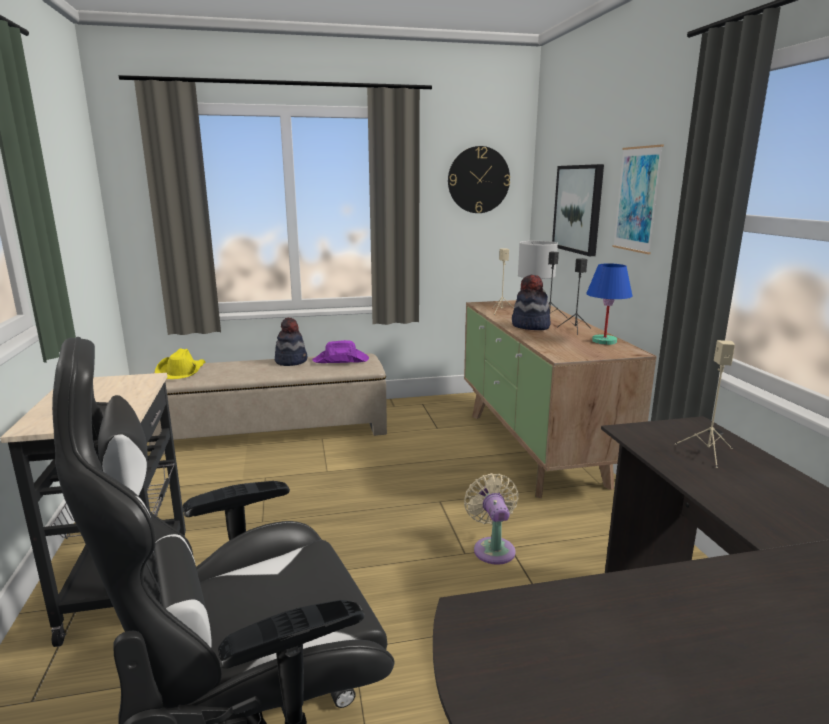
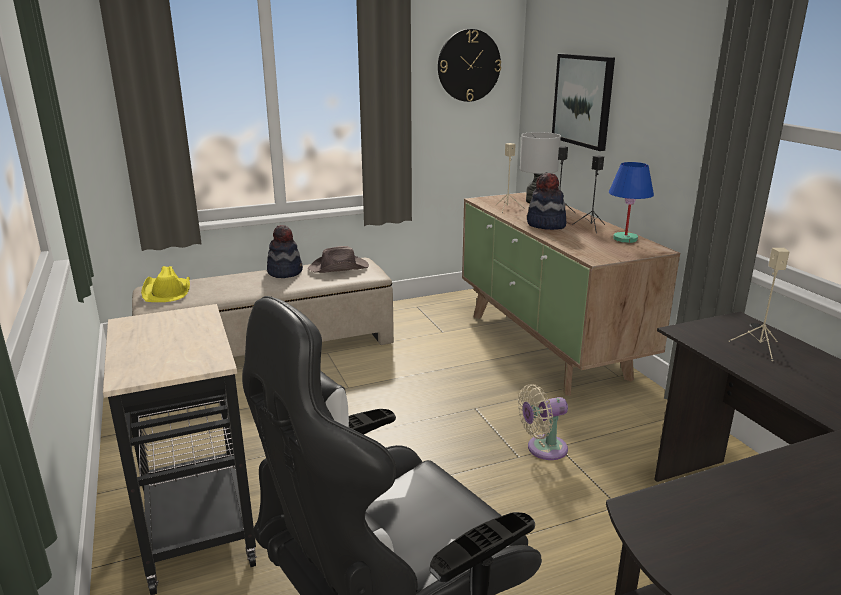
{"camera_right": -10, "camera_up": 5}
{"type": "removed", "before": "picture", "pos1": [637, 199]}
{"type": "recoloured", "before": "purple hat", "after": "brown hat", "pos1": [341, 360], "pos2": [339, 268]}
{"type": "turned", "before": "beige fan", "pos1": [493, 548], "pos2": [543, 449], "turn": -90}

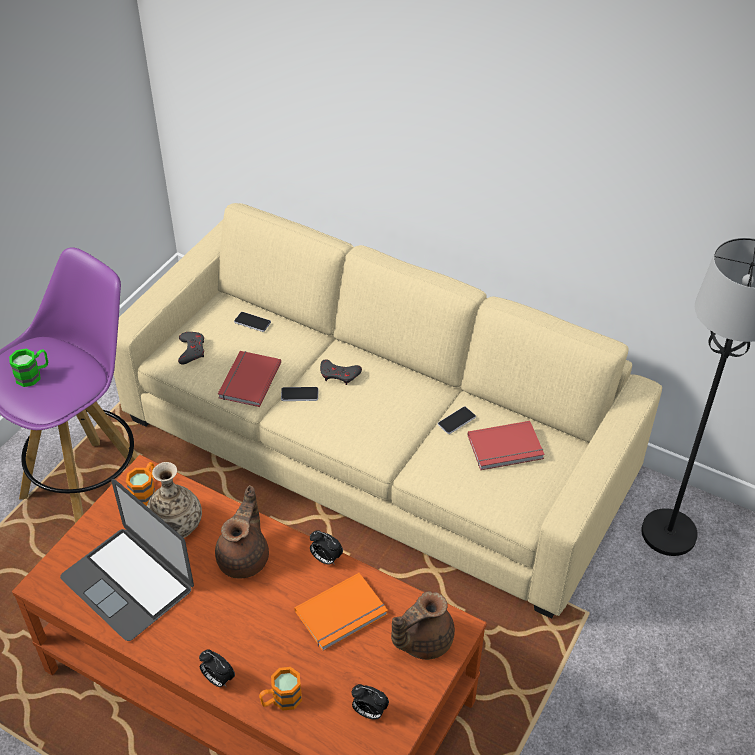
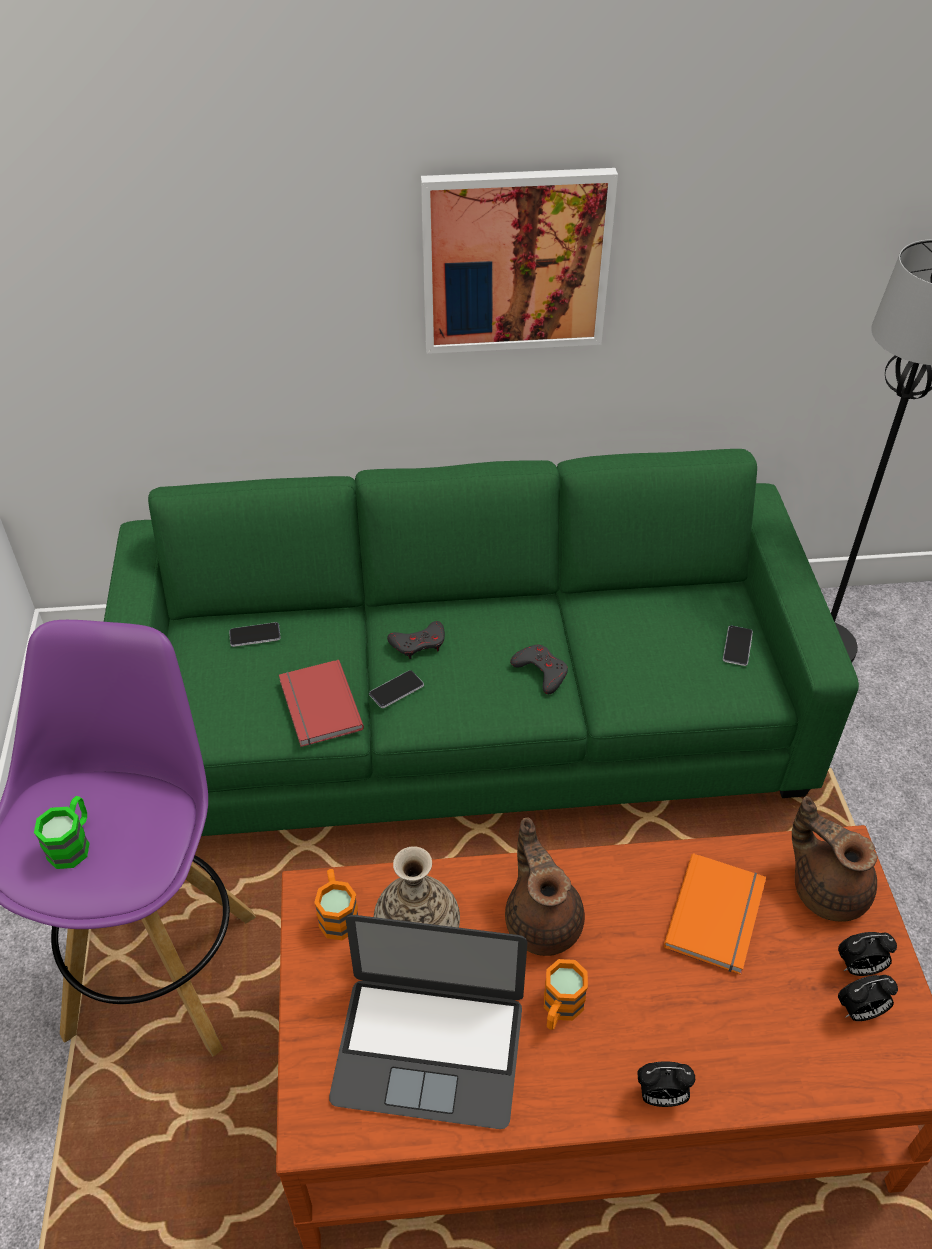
{"camera_right": -35, "camera_up": 0}
{"type": "recoloured", "before": "beige sofa", "after": "green sofa", "pos1": [377, 447], "pos2": [466, 717]}
{"type": "moved", "before": "grey game controller", "pos1": [191, 350], "pos2": [541, 671]}
{"type": "moved", "before": "phone", "pos1": [456, 421], "pos2": [737, 646]}
{"type": "removed", "before": "red book", "pos1": [506, 449]}
{"type": "moved", "before": "alarm clock", "pos1": [325, 559], "pos2": [859, 967]}
{"type": "turned", "before": "brown teapot", "pos1": [422, 640], "pos2": [827, 888], "turn": 120}
{"type": "moved", "before": "orange mug", "pos1": [281, 700], "pos2": [560, 1009]}
{"type": "added", "after": "picture", "pos2": [515, 261]}

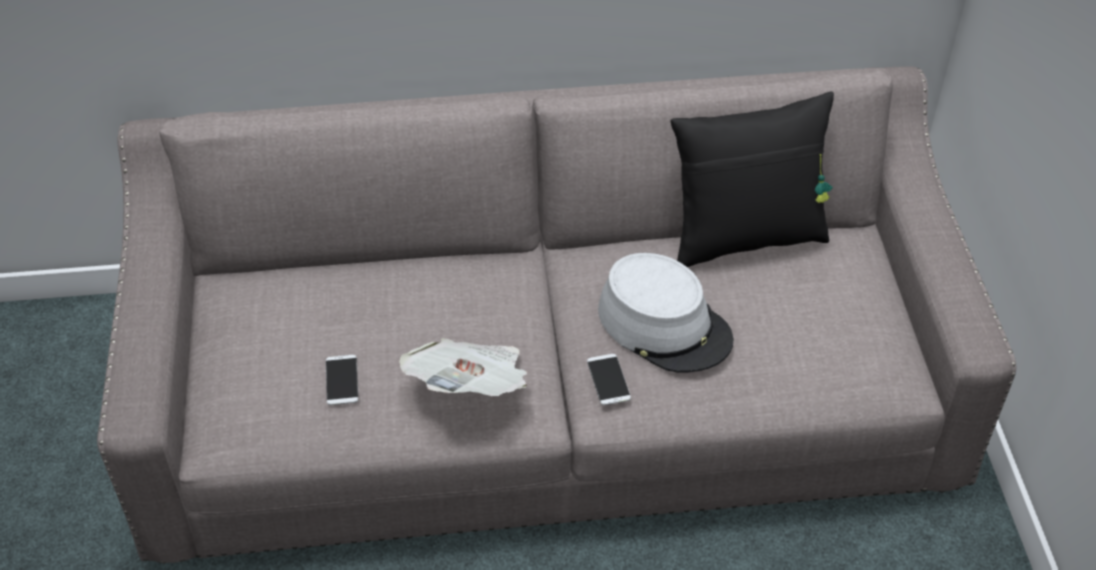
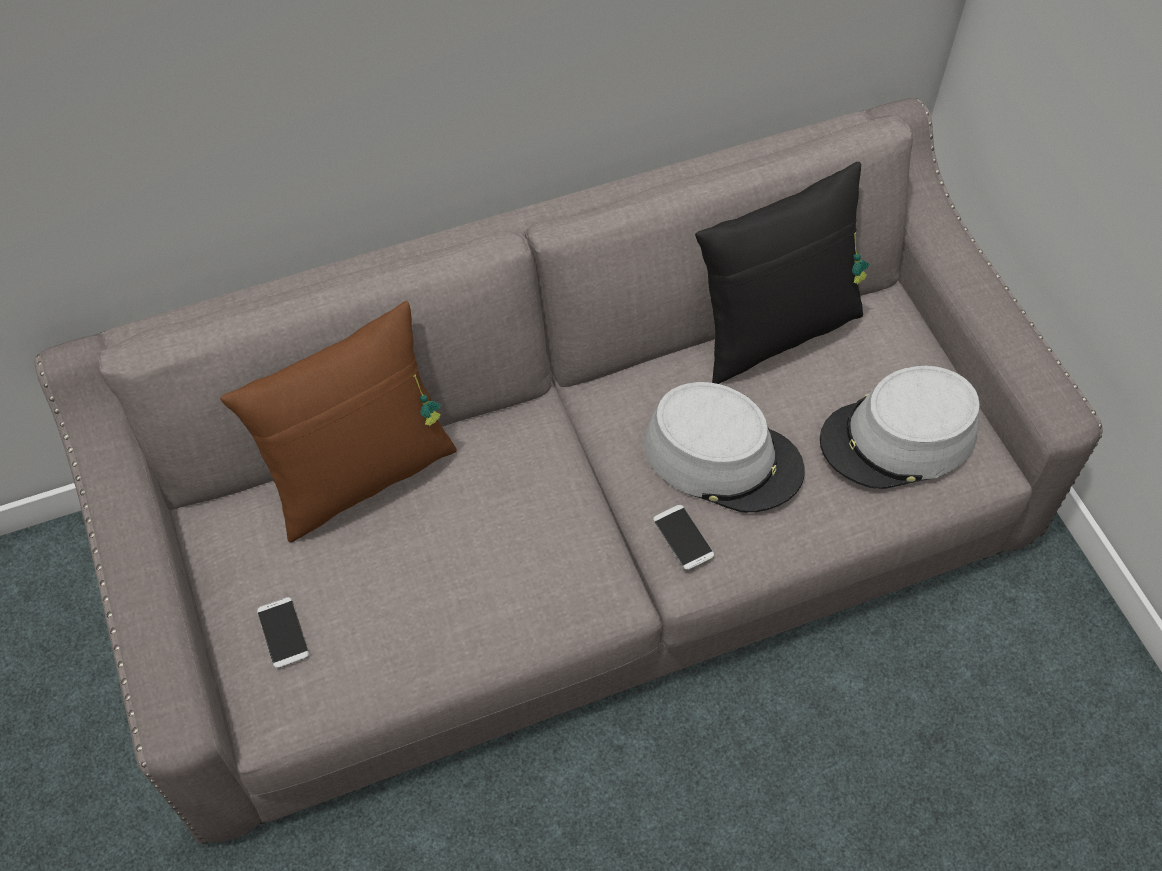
{"camera_right": -15, "camera_up": 10}
{"type": "removed", "before": "newspaper", "pos1": [471, 387]}
{"type": "moved", "before": "phone", "pos1": [342, 380], "pos2": [283, 633]}
{"type": "added", "after": "brown pillow", "pos2": [360, 475]}
{"type": "added", "after": "grey hat", "pos2": [898, 439]}

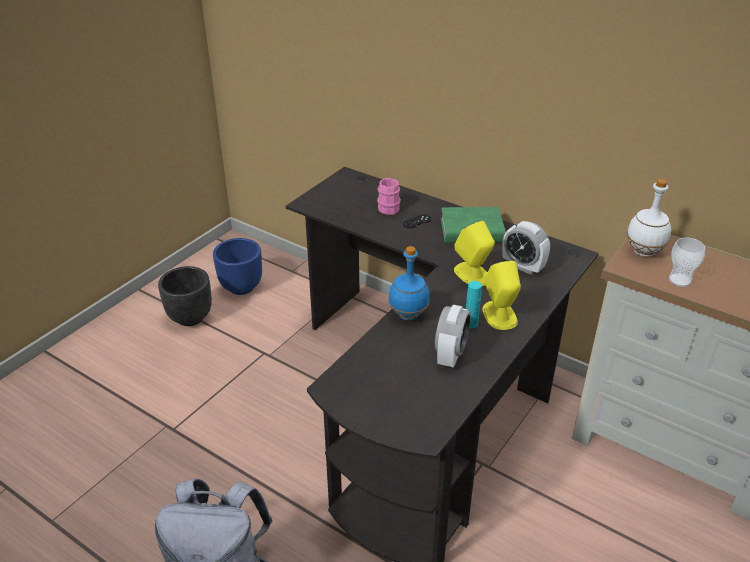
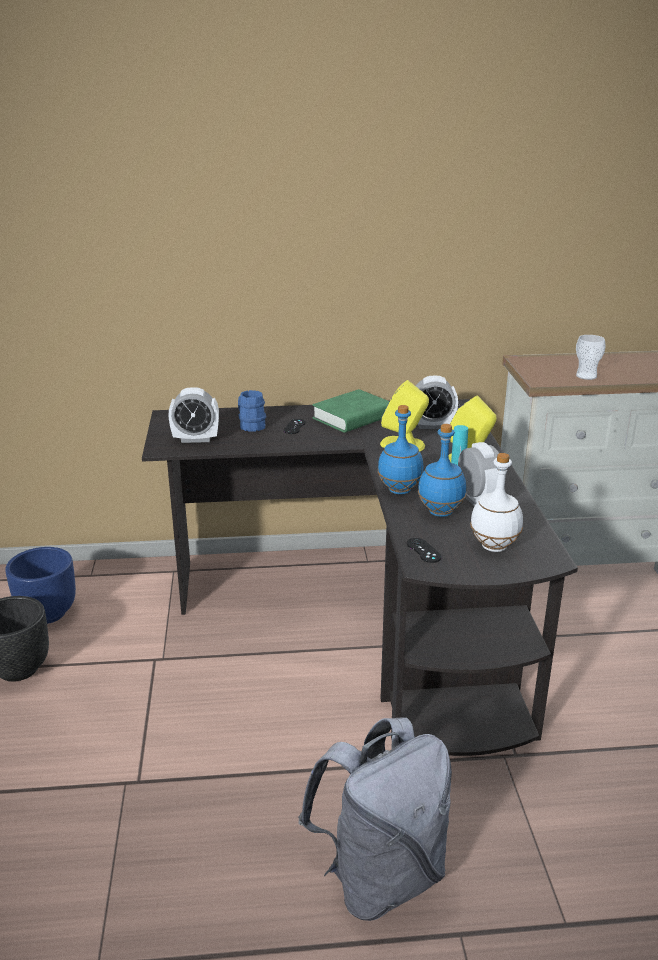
{"camera_right": -40, "camera_up": -10}
{"type": "recoloured", "before": "pink mug", "after": "blue mug", "pos1": [388, 207], "pos2": [250, 425]}
{"type": "moved", "before": "white bottle", "pos1": [644, 251], "pos2": [494, 546]}
{"type": "added", "after": "alarm clock", "pos2": [195, 439]}
{"type": "added", "after": "blue bottle", "pos2": [440, 513]}
{"type": "added", "after": "black game controller", "pos2": [423, 550]}

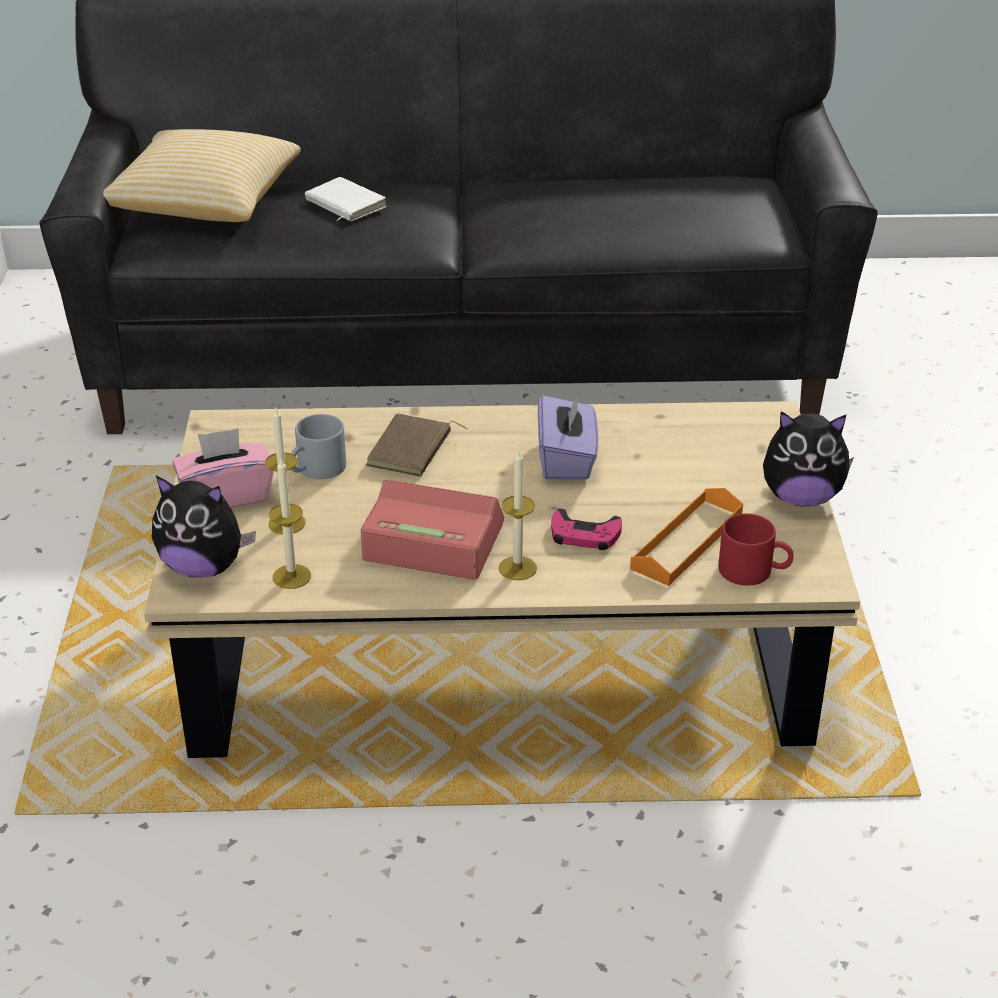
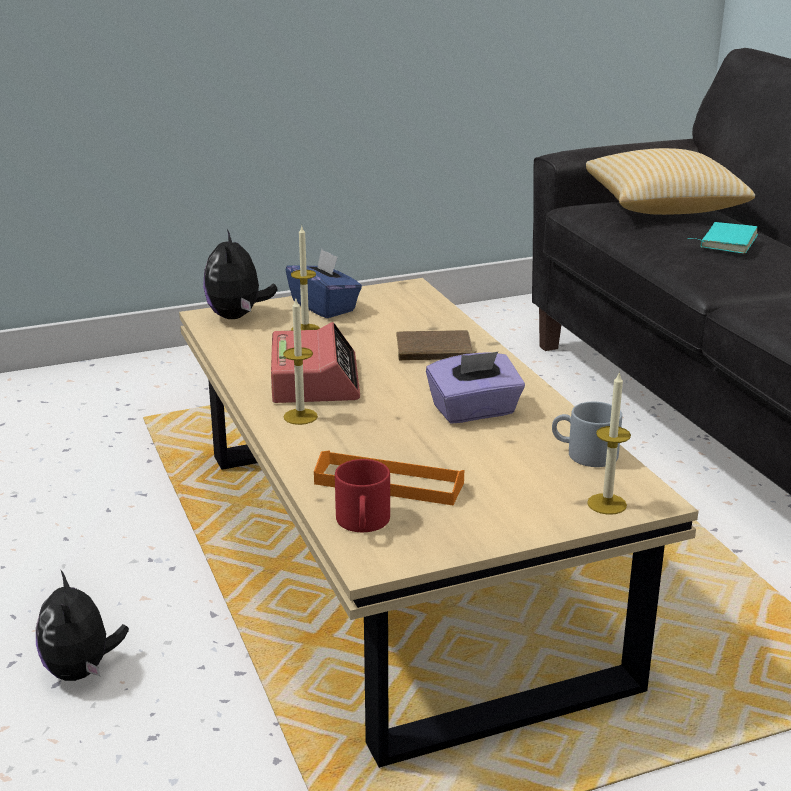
{"camera_right": 70, "camera_up": -10}
{"type": "recoloured", "before": "white book", "after": "turquoise book", "pos1": [343, 205], "pos2": [726, 241]}
{"type": "moved", "before": "plush toy", "pos1": [801, 497], "pos2": [82, 670]}
{"type": "moved", "before": "grey mug", "pos1": [316, 470], "pos2": [584, 454]}
{"type": "recoloured", "before": "pink tissue box", "after": "blue tissue box", "pos1": [226, 496], "pos2": [324, 307]}
{"type": "moved", "before": "candle", "pos1": [291, 576], "pos2": [607, 504]}
{"type": "removed", "before": "pink game controller", "pos1": [584, 535]}

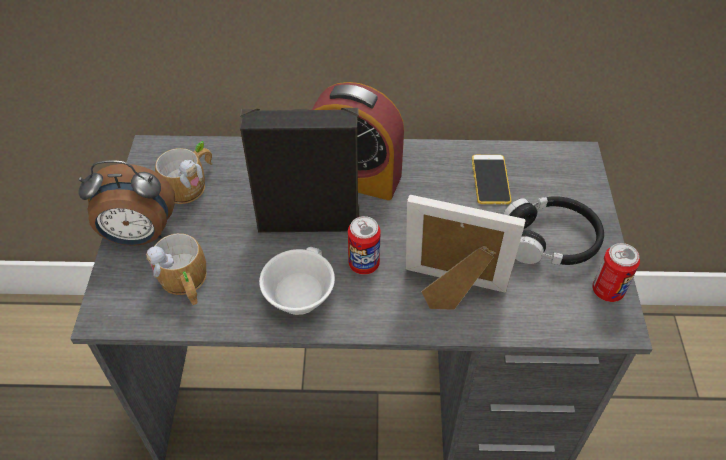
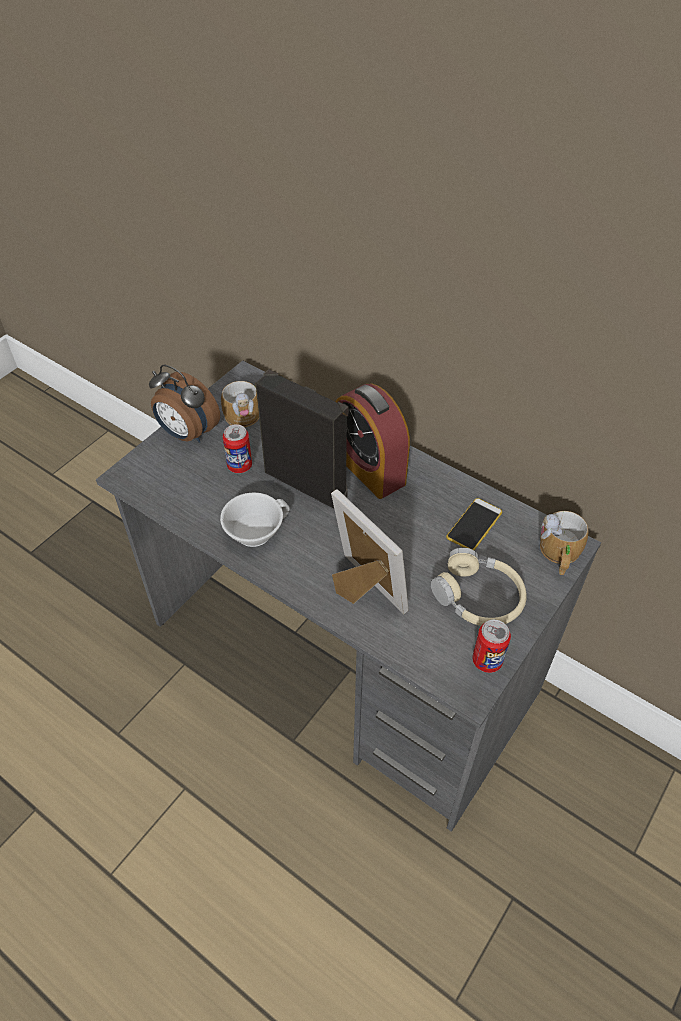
{"camera_right": 35, "camera_up": 0}
{"type": "recoloured", "before": "black headphones", "after": "beige headphones", "pos1": [551, 240], "pos2": [478, 597]}
{"type": "moved", "before": "can", "pos1": [364, 264], "pos2": [239, 466]}
{"type": "moved", "before": "mug", "pos1": [185, 283], "pos2": [559, 554]}

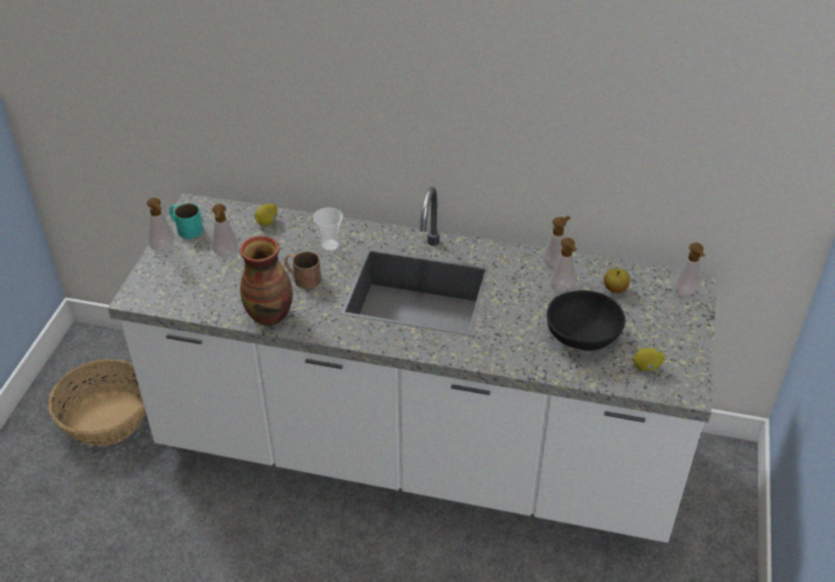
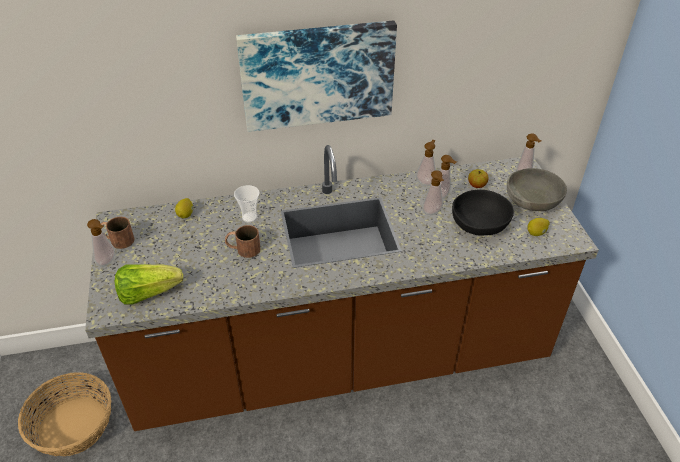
{"camera_right": -25, "camera_up": 0}
{"type": "recoloured", "before": "white counter", "after": "brown counter", "pos1": [417, 450], "pos2": [340, 357]}
{"type": "recoloured", "before": "turquoise mug", "after": "brown mug", "pos1": [185, 228], "pos2": [117, 240]}
{"type": "moved", "before": "soap dispenser", "pos1": [226, 255], "pos2": [432, 213]}
{"type": "removed", "before": "vase", "pos1": [270, 314]}
{"type": "added", "after": "picture", "pos2": [317, 74]}
{"type": "added", "after": "grey bowl", "pos2": [532, 202]}
{"type": "added", "after": "lettuce", "pos2": [148, 293]}

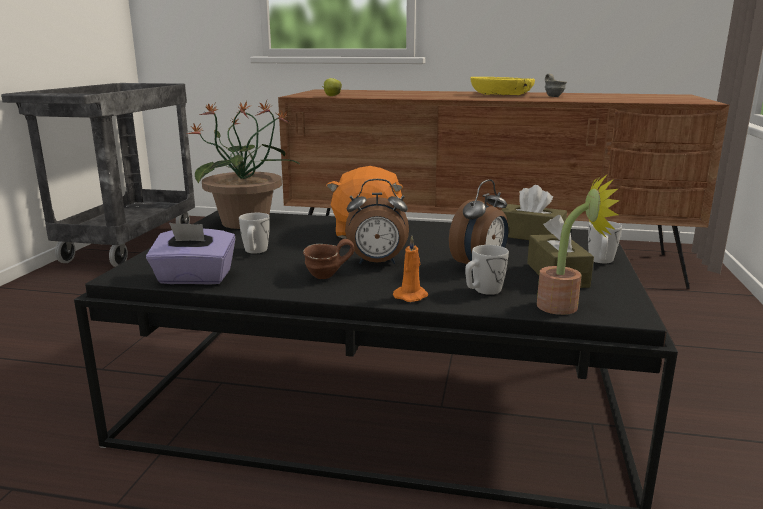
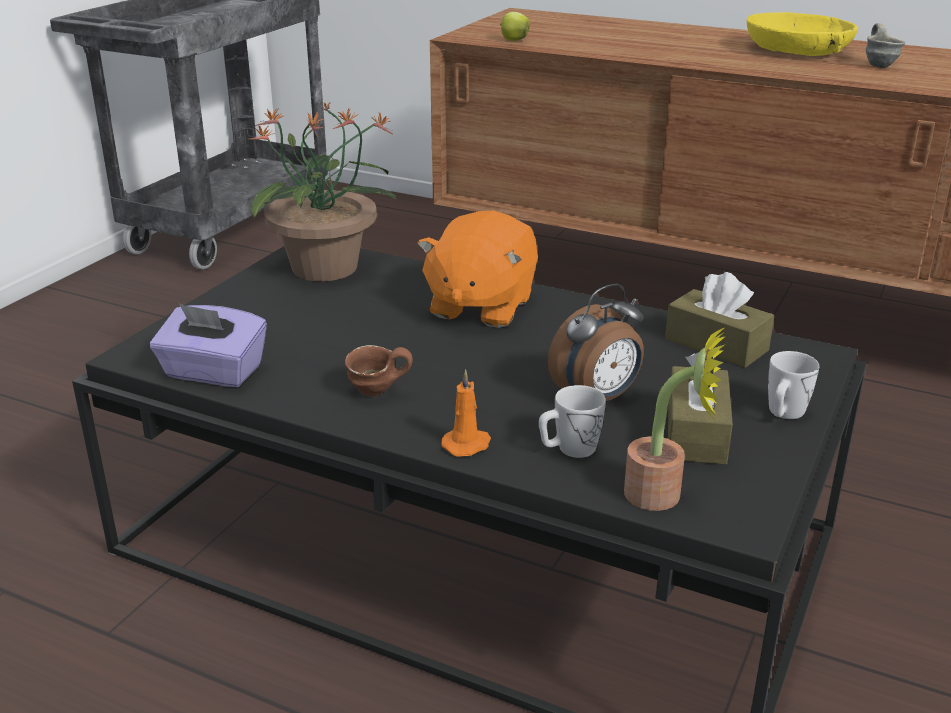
{"camera_right": 15, "camera_up": 10}
{"type": "removed", "before": "alarm clock", "pos1": [377, 263]}
{"type": "removed", "before": "white mug", "pos1": [255, 251]}

